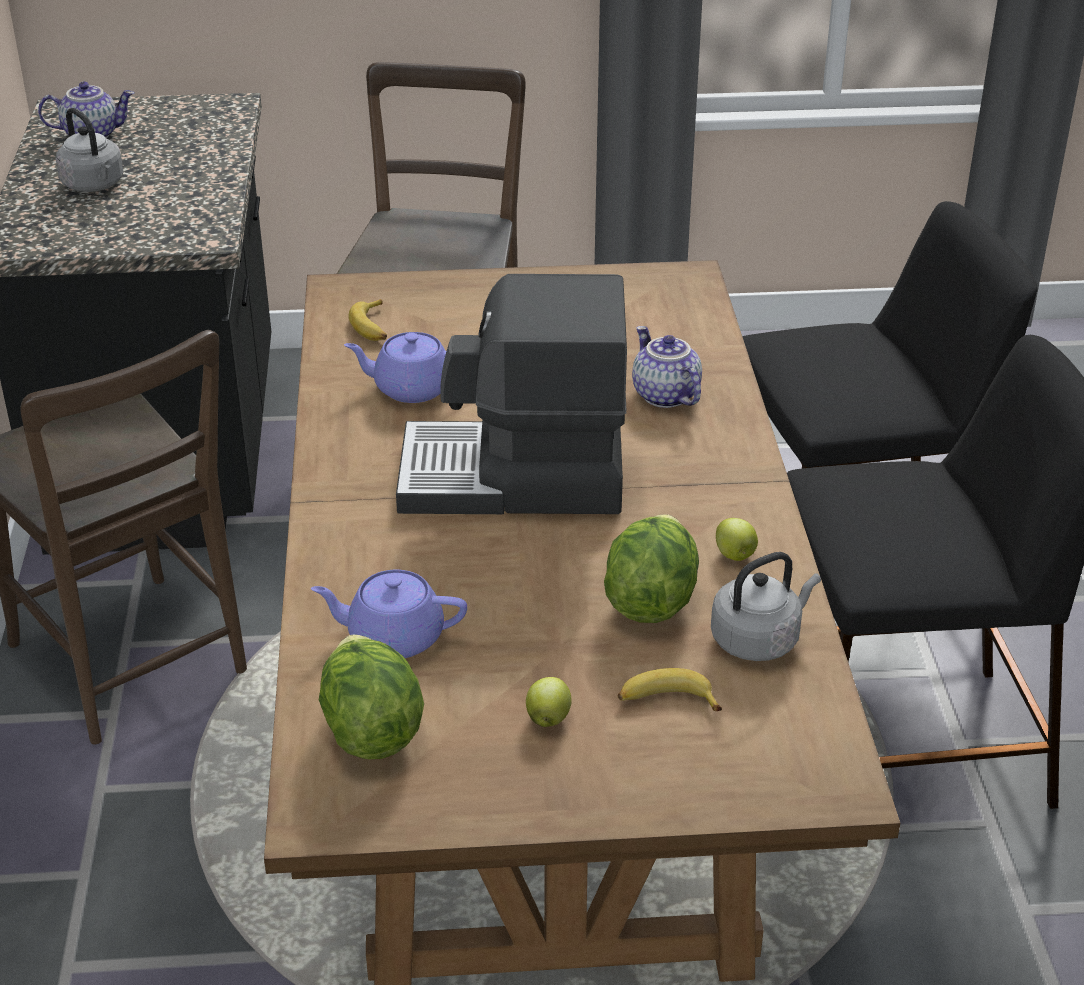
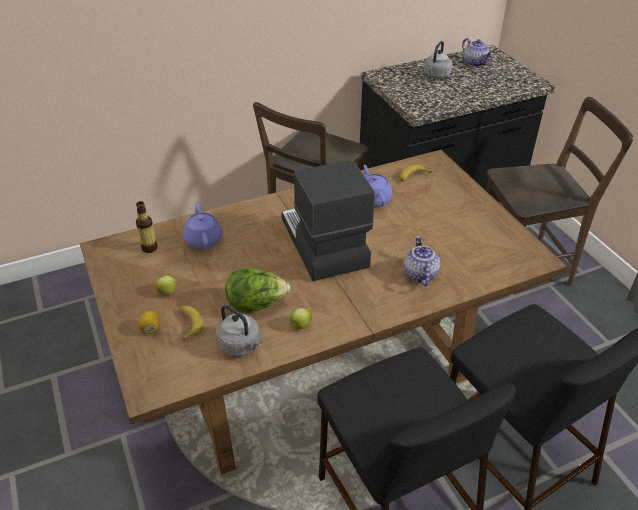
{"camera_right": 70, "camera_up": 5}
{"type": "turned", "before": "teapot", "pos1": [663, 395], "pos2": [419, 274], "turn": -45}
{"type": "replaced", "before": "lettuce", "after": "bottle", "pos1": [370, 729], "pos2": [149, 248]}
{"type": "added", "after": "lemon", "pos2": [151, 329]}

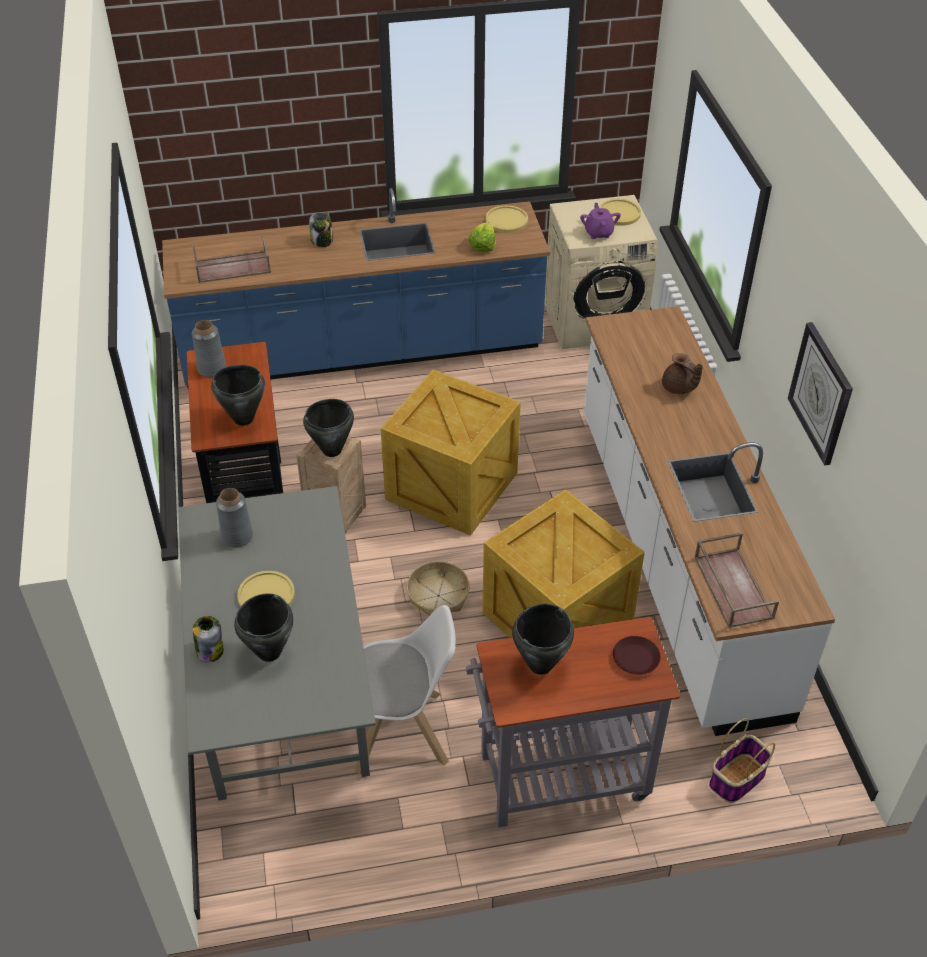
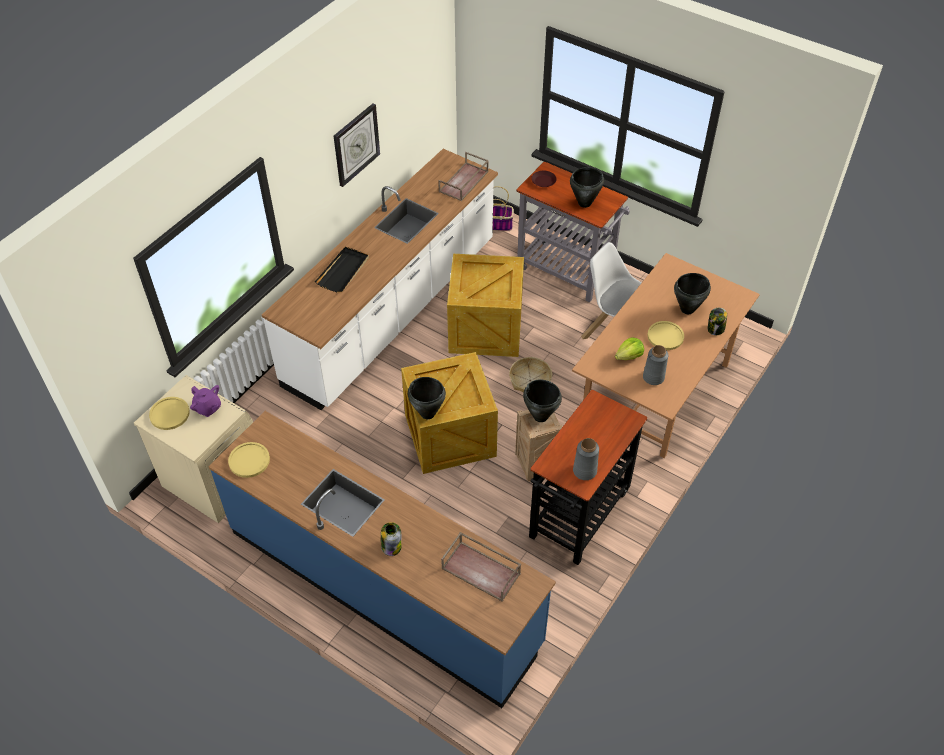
{"camera_right": -135, "camera_up": 5}
{"type": "turned", "before": "purple teapot", "pos1": [599, 233], "pos2": [208, 408], "turn": -90}
{"type": "moved", "before": "lettuce", "pos1": [482, 245], "pos2": [629, 356]}
{"type": "replaced", "before": "brown teapot", "after": "black tray", "pos1": [678, 388], "pos2": [343, 271]}
{"type": "moved", "before": "black cooking pot", "pos1": [243, 418], "pos2": [428, 414]}
{"type": "recoloured", "before": "grey dining table", "after": "brown dining table", "pos1": [286, 694], "pos2": [655, 388]}

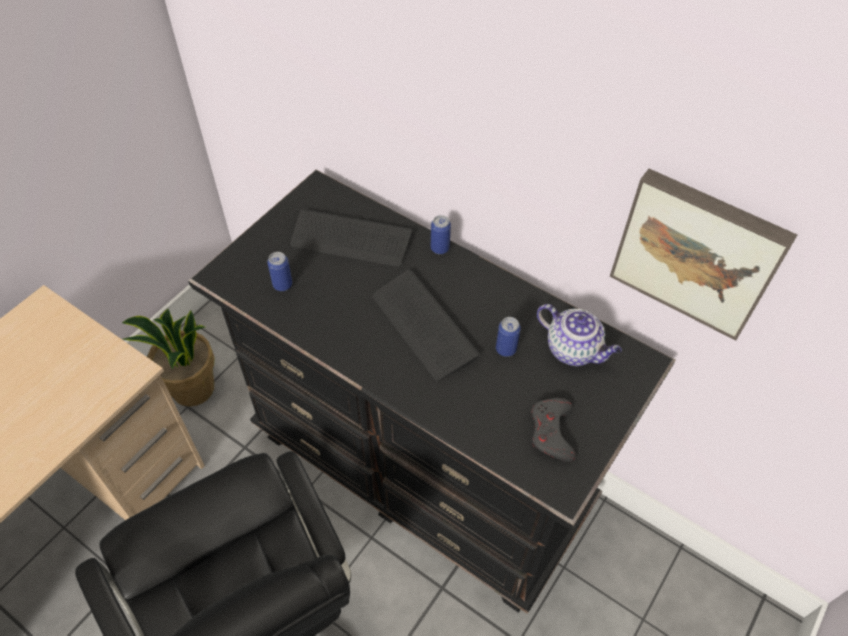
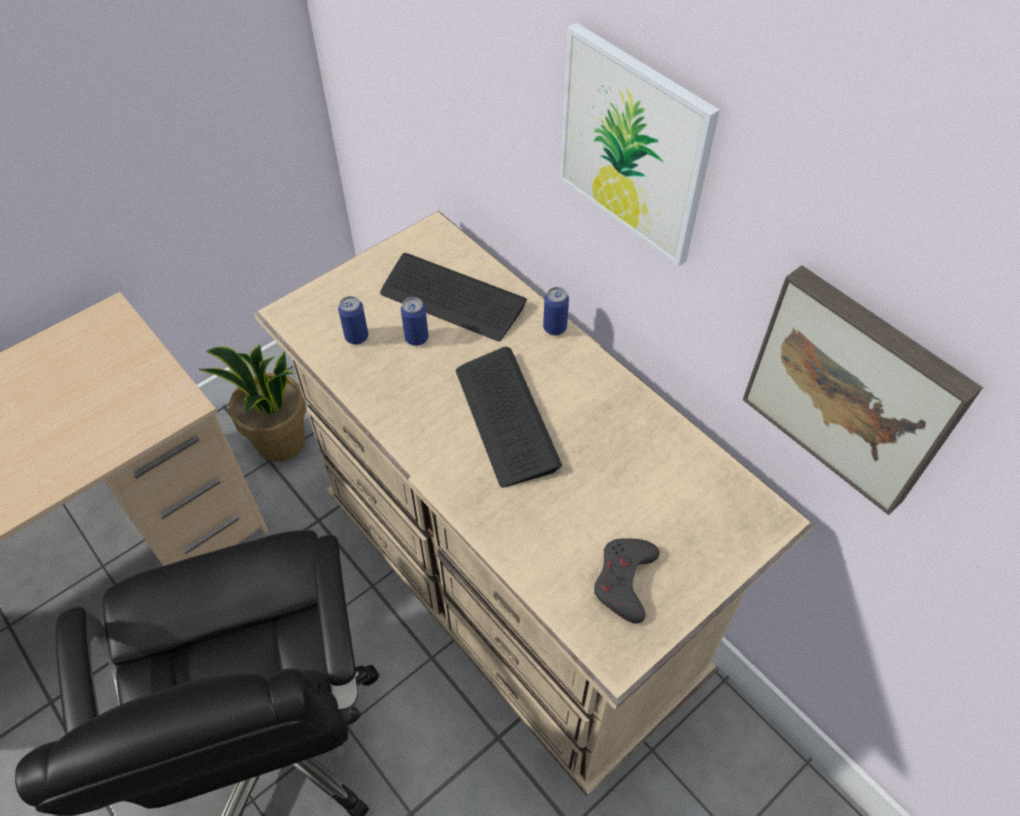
{"camera_right": 15, "camera_up": 0}
{"type": "recoloured", "before": "black dresser", "after": "beige dresser", "pos1": [421, 472], "pos2": [510, 594]}
{"type": "removed", "before": "teapot", "pos1": [574, 350]}
{"type": "moved", "before": "can", "pos1": [505, 349], "pos2": [416, 338]}
{"type": "added", "after": "picture", "pos2": [633, 146]}

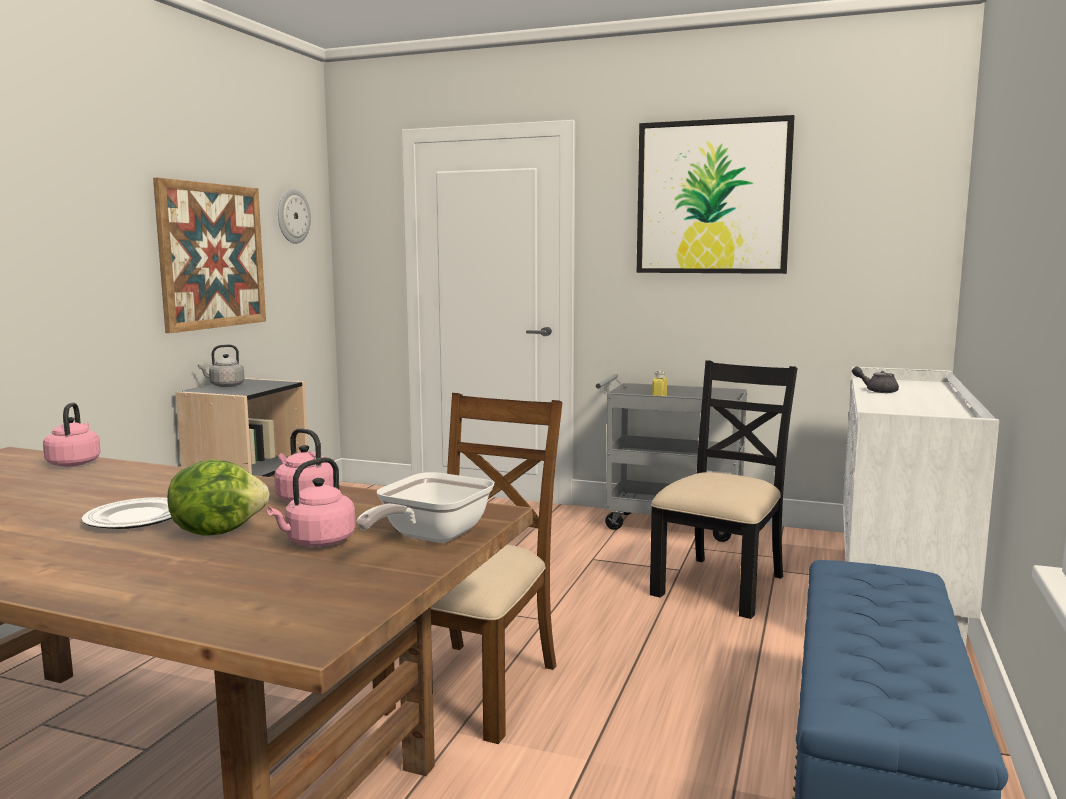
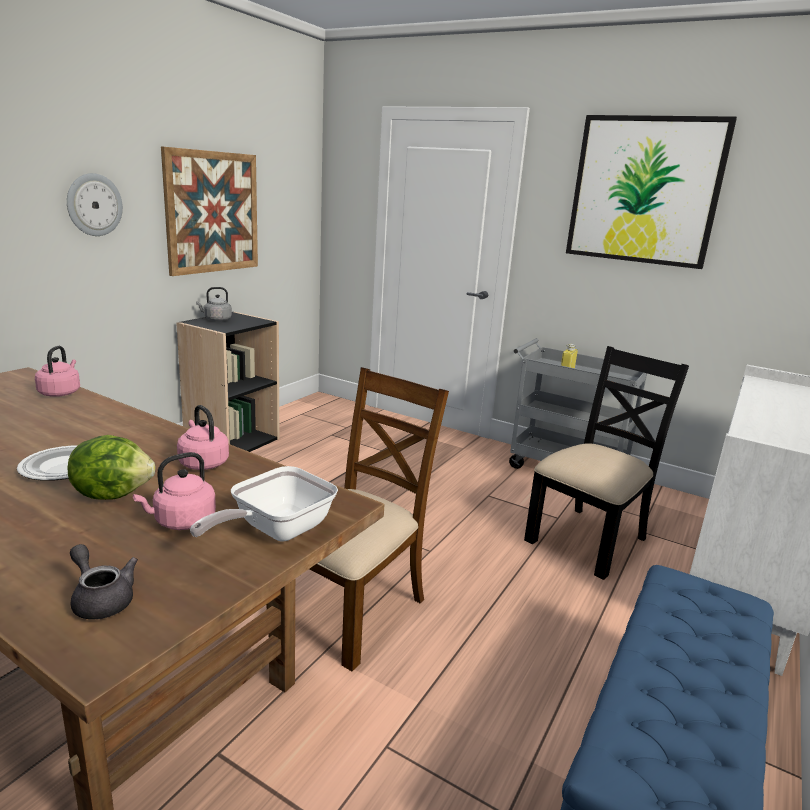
{"camera_right": 10, "camera_up": 10}
{"type": "moved", "before": "wall clock", "pos1": [292, 216], "pos2": [94, 205]}
{"type": "moved", "before": "grey teapot", "pos1": [877, 391], "pos2": [101, 599]}

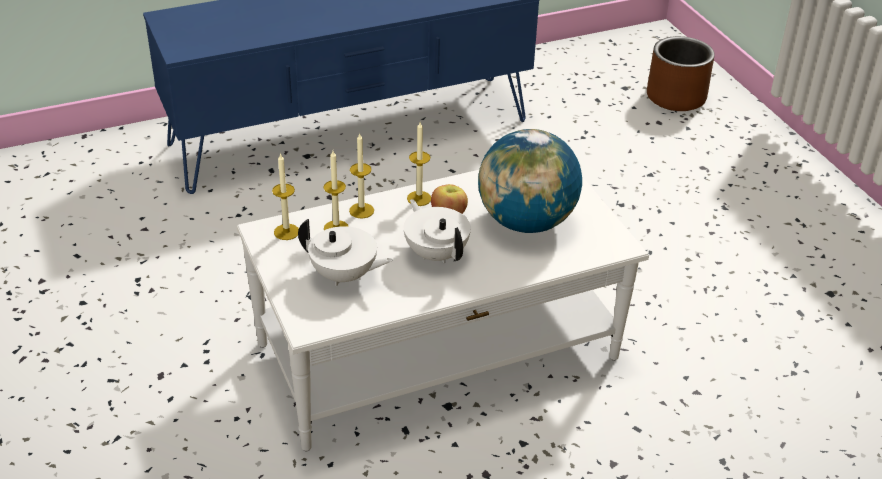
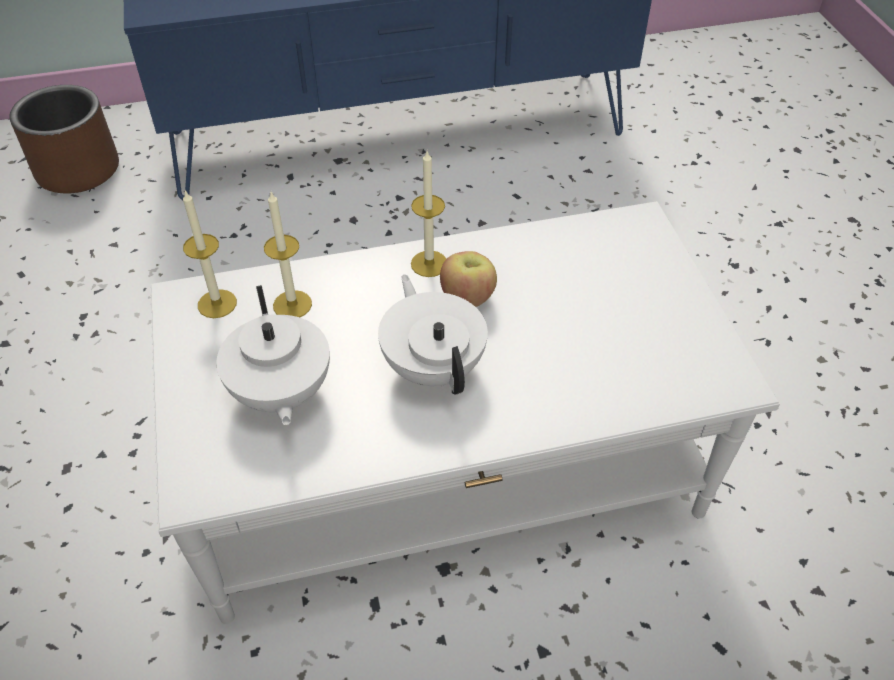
{"camera_right": 10, "camera_up": 10}
{"type": "moved", "before": "brown planter", "pos1": [676, 97], "pos2": [79, 170]}
{"type": "removed", "before": "globe", "pos1": [526, 222]}
{"type": "removed", "before": "candle", "pos1": [361, 210]}
{"type": "turned", "before": "white teapot", "pos1": [344, 276], "pos2": [280, 393], "turn": 45}

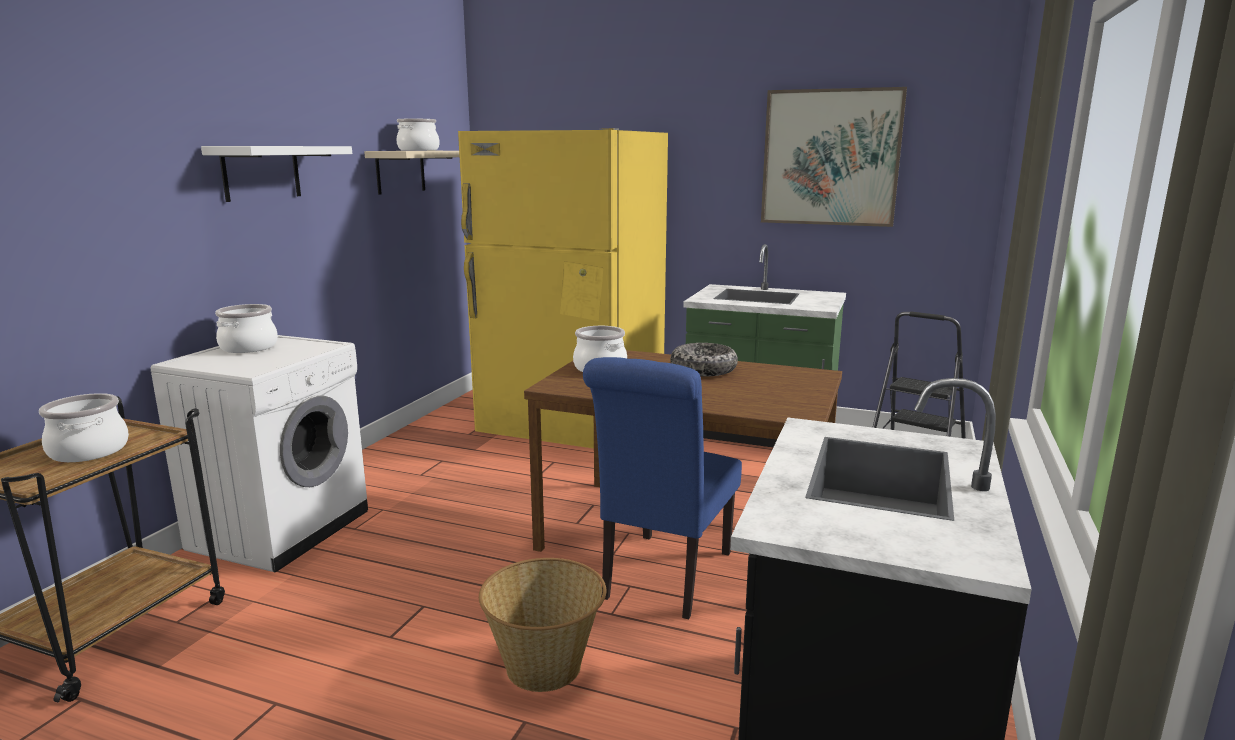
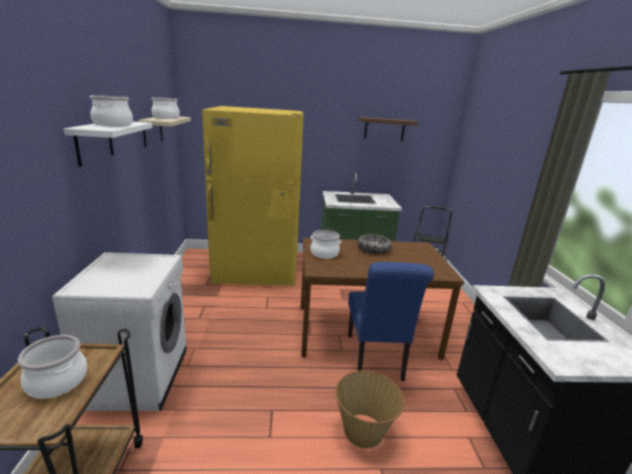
{"camera_right": -25, "camera_up": 5}
{"type": "replaced", "before": "picture", "after": "brown shelf", "pos1": [830, 158], "pos2": [384, 129]}
{"type": "moved", "before": "cooking pot", "pos1": [249, 347], "pos2": [113, 124]}

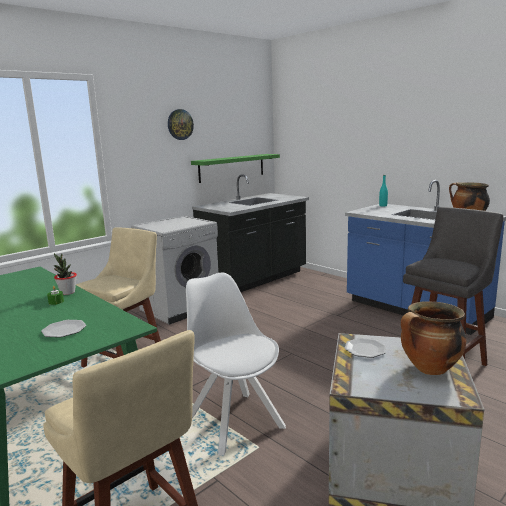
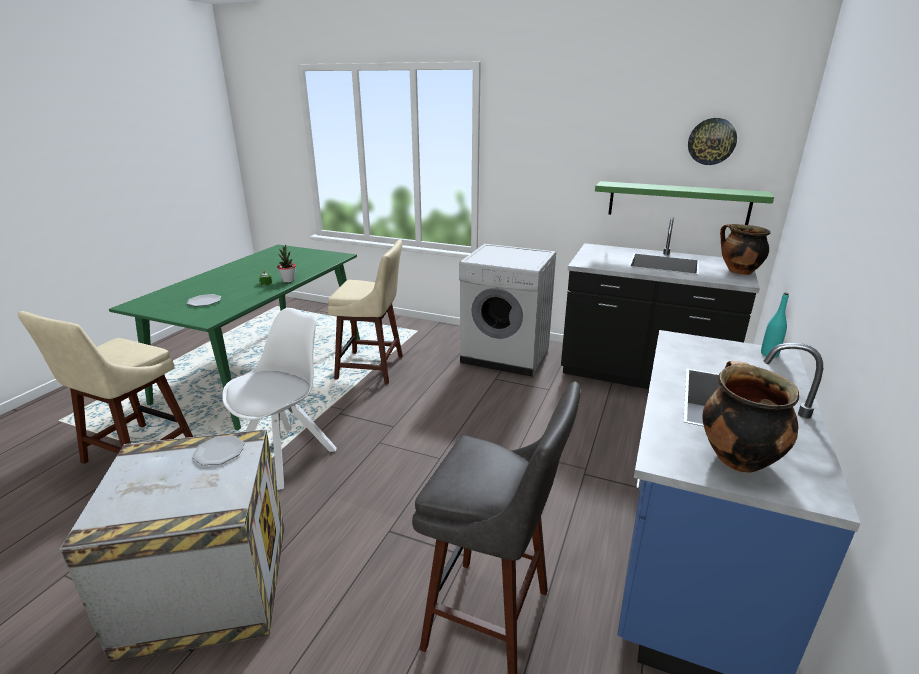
{"camera_right": 65, "camera_up": 10}
{"type": "moved", "before": "wall clock", "pos1": [180, 124], "pos2": [712, 141]}
{"type": "moved", "before": "cooking pot", "pos1": [429, 369], "pos2": [738, 271]}

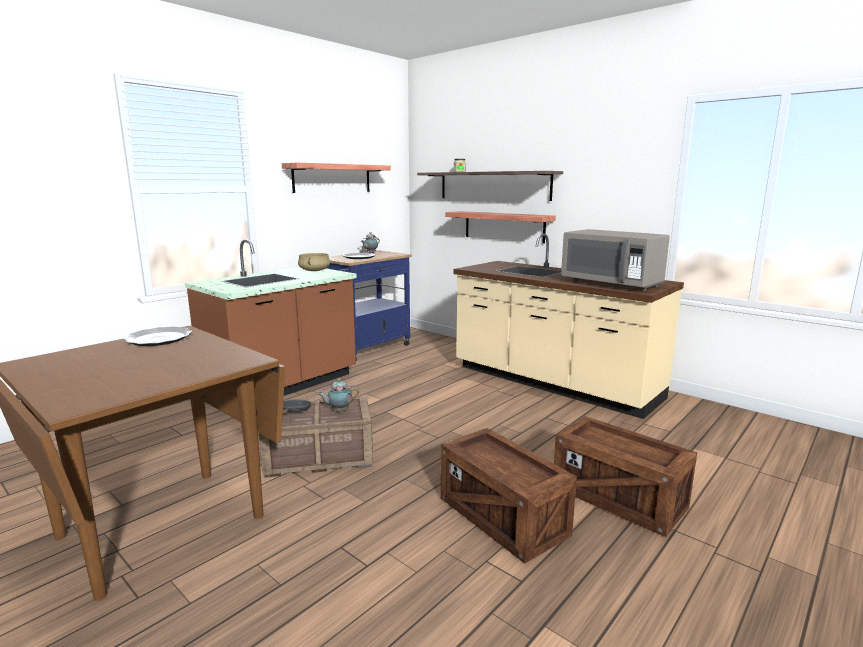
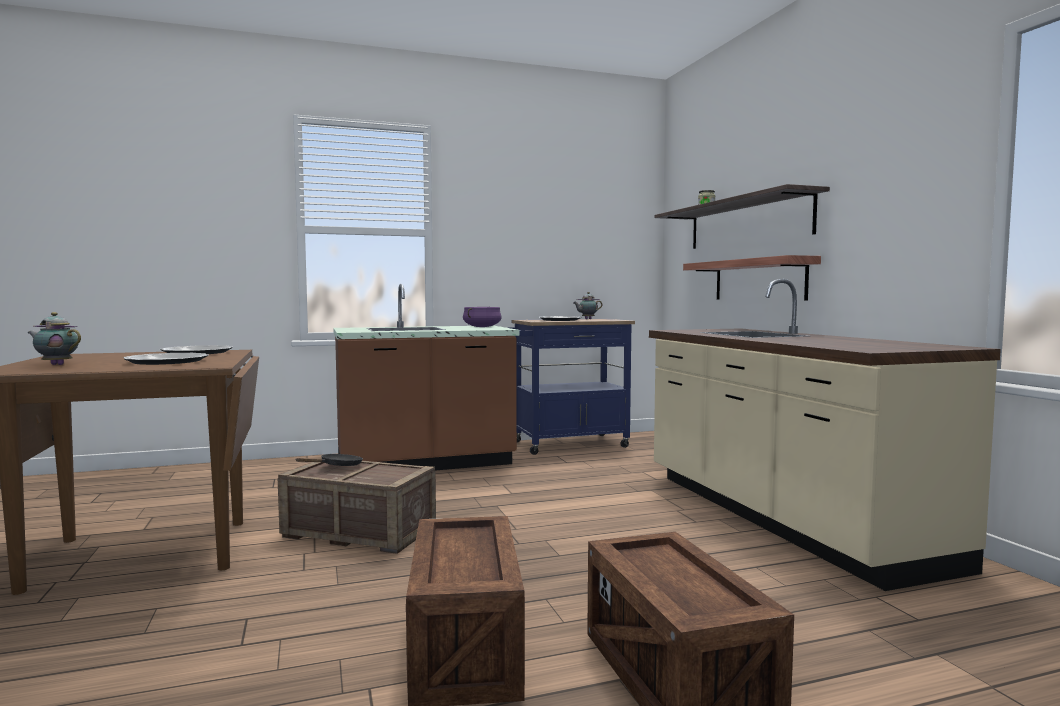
{"camera_right": 30, "camera_up": -10}
{"type": "removed", "before": "shelf", "pos1": [332, 178]}
{"type": "removed", "before": "grey microwave", "pos1": [611, 283]}
{"type": "recoloured", "before": "beige cooking pot", "after": "purple cooking pot", "pos1": [314, 270], "pos2": [482, 327]}
{"type": "moved", "before": "teapot", "pos1": [339, 411], "pos2": [56, 364]}
{"type": "added", "after": "plate", "pos2": [166, 361]}

